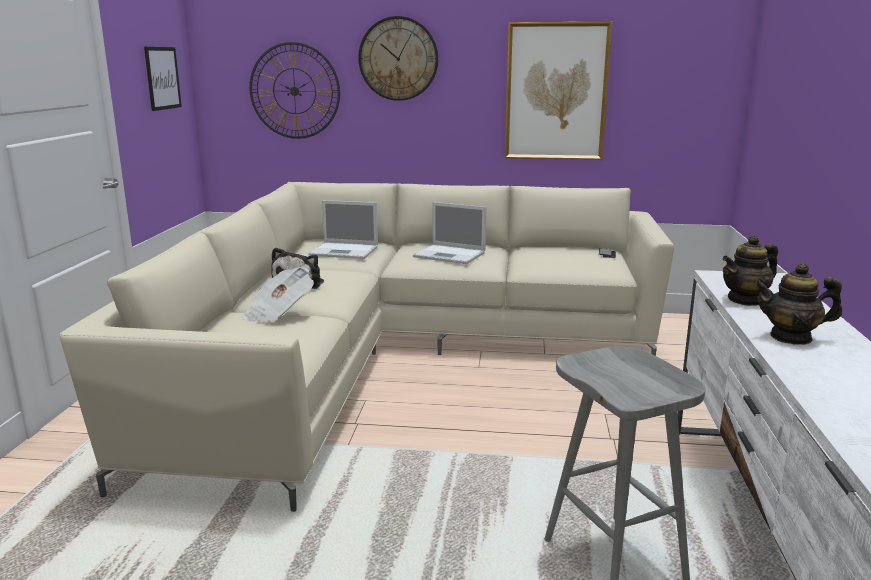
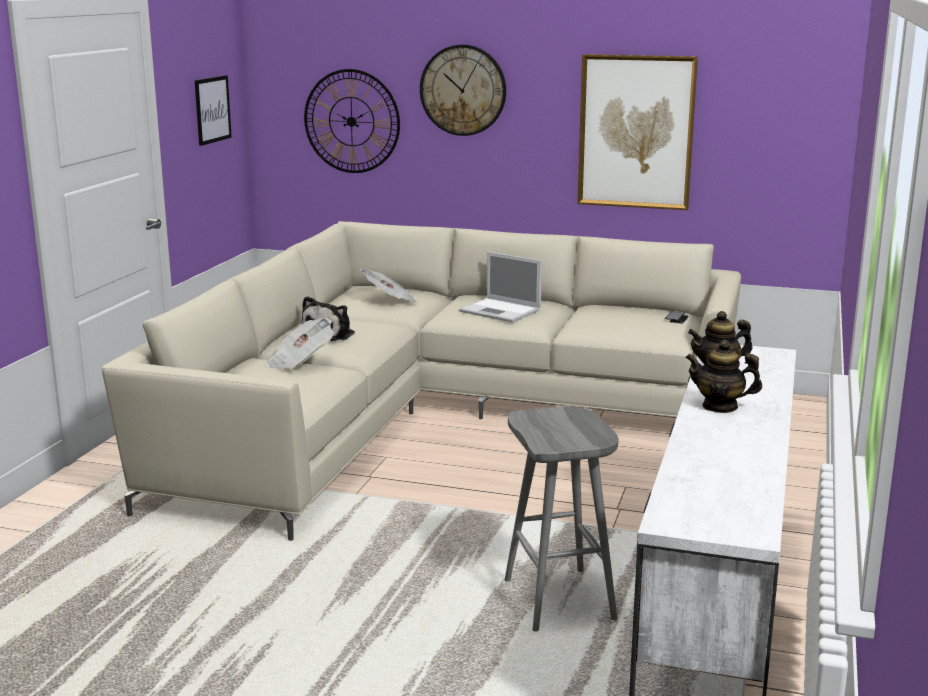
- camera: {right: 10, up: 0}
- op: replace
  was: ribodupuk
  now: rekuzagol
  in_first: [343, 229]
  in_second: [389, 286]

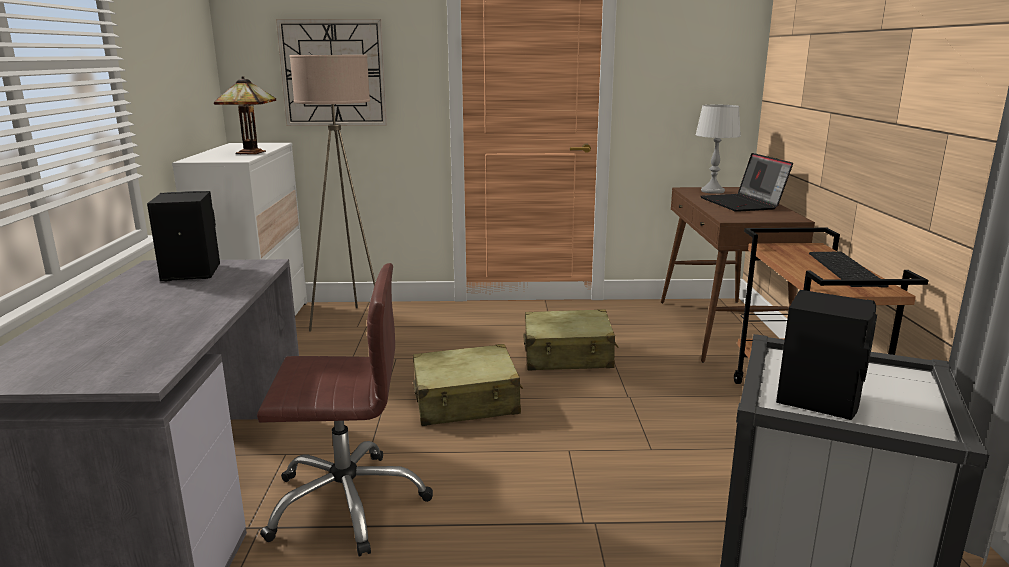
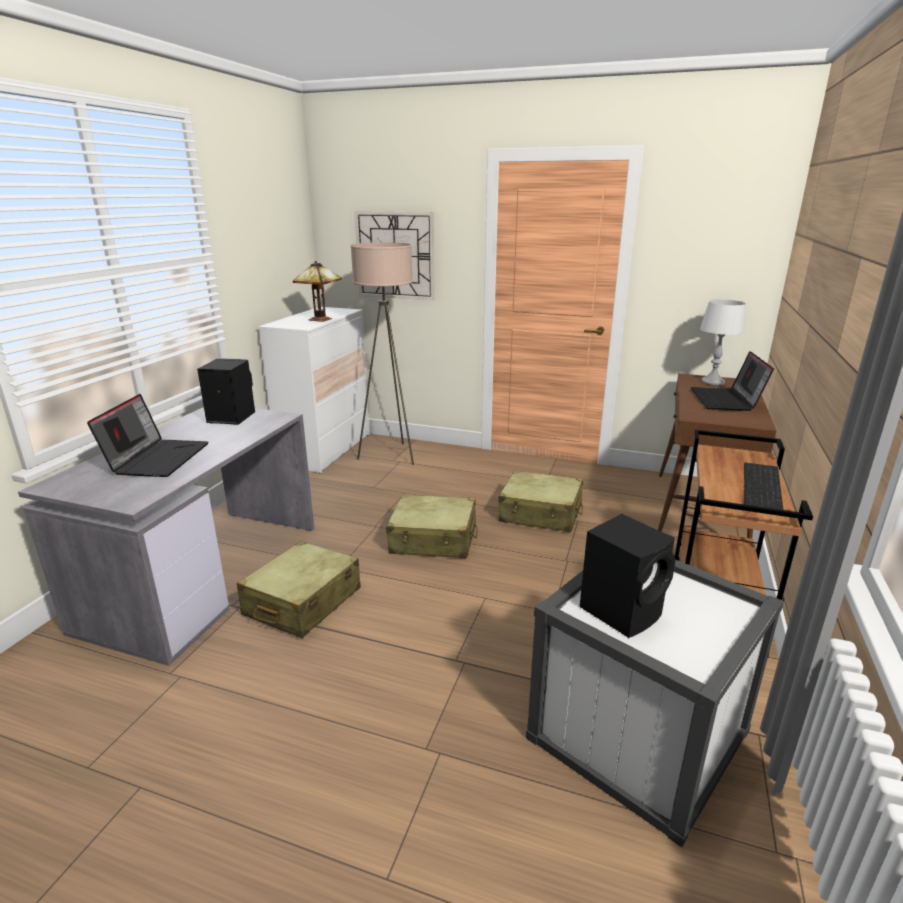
- camera: {right: 20, up: 5}
- op: insert
  now: ribodupuk
  in_second: [147, 435]
- op: replace
  was: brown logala
  now: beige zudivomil
  in_first: [345, 410]
  in_second: [299, 589]

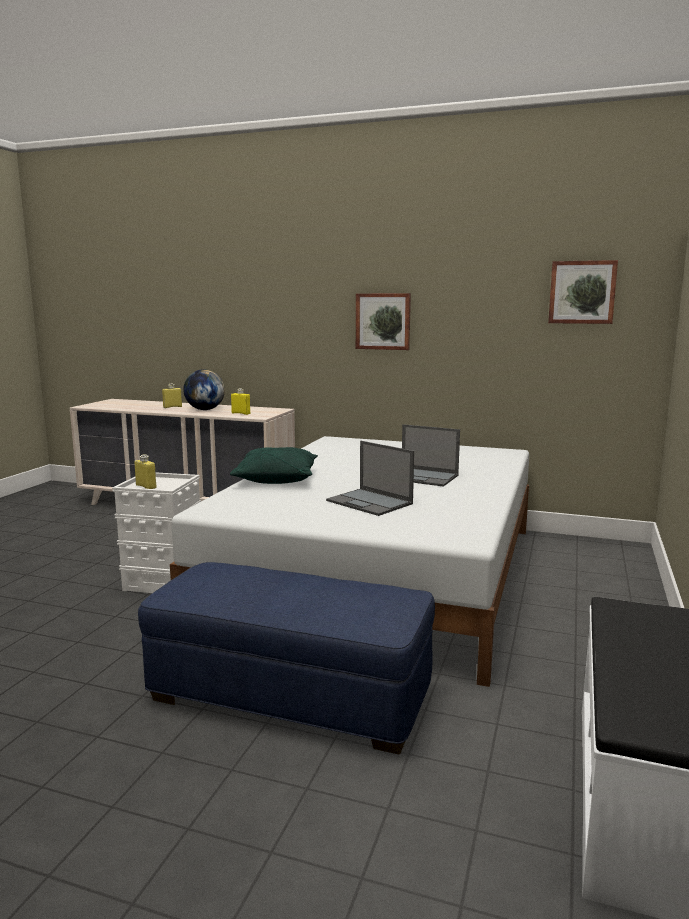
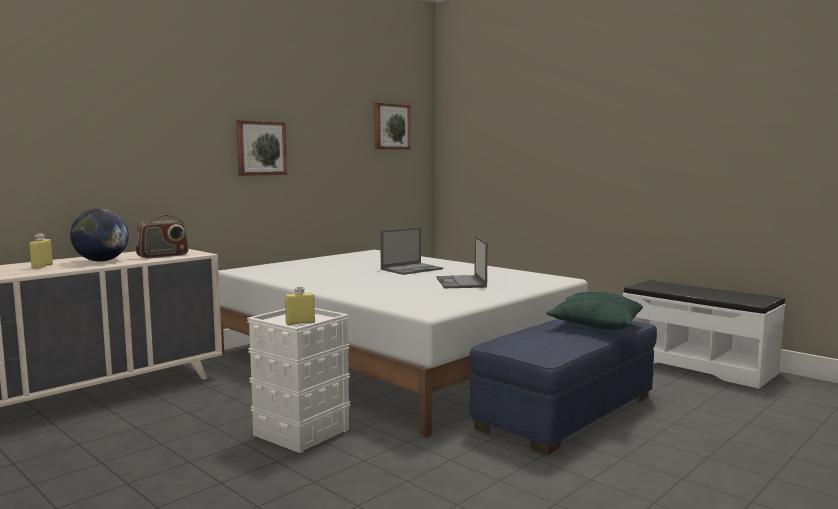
- camera: {right: -65, up: -5}
- op: move
  was: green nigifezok
  in_first: [274, 465]
  in_second: [594, 311]
- op: replace
  was: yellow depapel
  now: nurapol
  in_first: [240, 402]
  in_second: [162, 236]
- op: rotate
  was: ribodupuk
  in_first: [370, 478]
  in_second: [462, 262]
  clockwise: 105

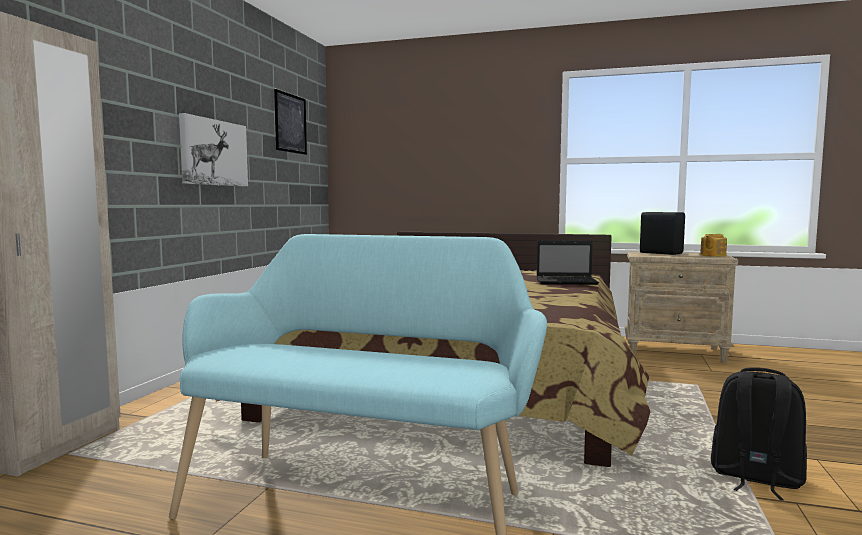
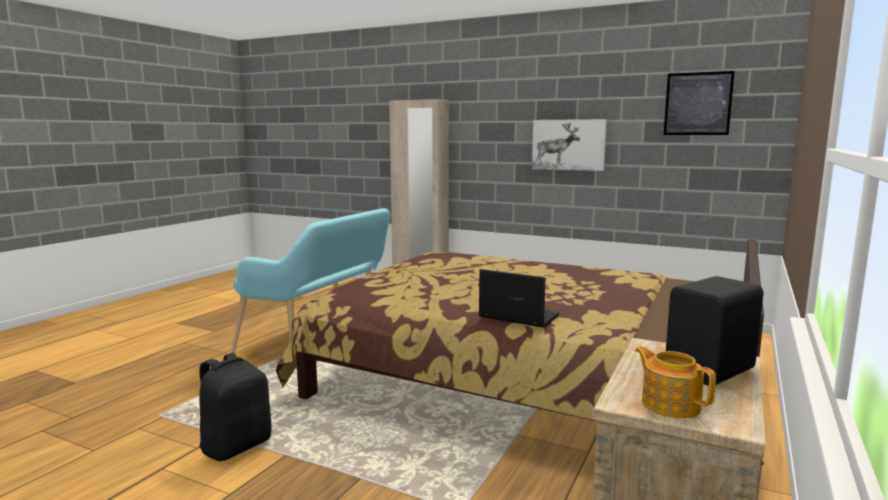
- camera: {right: 100, up: 5}
- op: rotate
  was: ribodupuk
  in_first: [568, 262]
  in_second: [519, 298]
  clockwise: 105

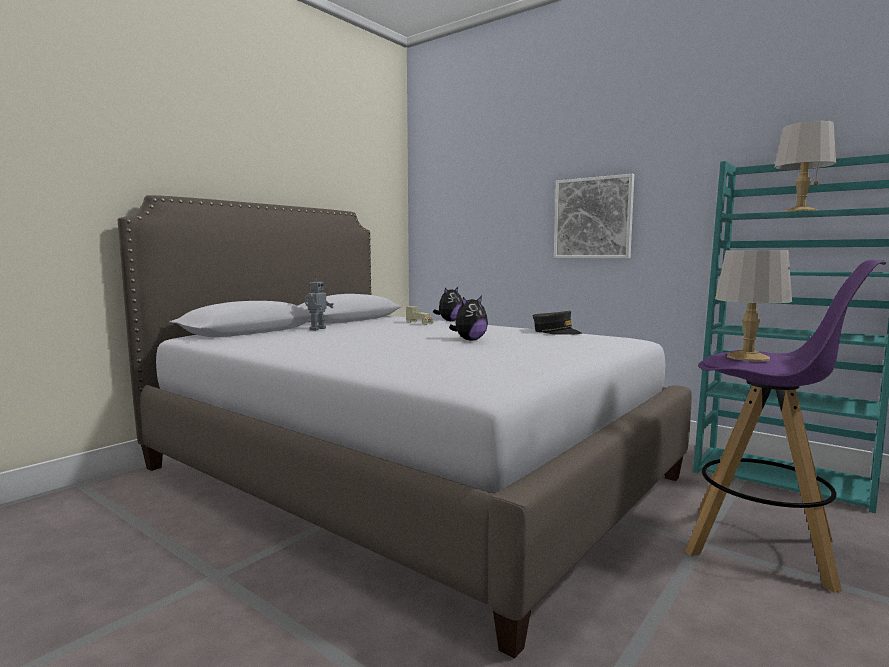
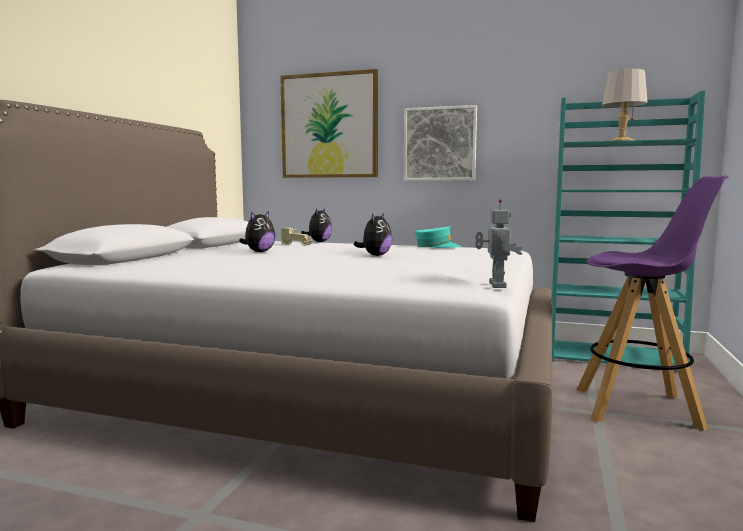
- camera: {right: -20, up: 0}
- op: delete
  was: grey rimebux
  in_first: [753, 306]
- op: insert
  now: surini
  in_second: [257, 231]
- op: insert
  now: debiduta
  in_second: [329, 123]
- op: move
  was: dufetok
  in_first: [319, 302]
  in_second: [499, 243]
- op: recolor
  was: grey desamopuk
  now: turquoise desamopuk
  in_first: [557, 323]
  in_second: [438, 237]

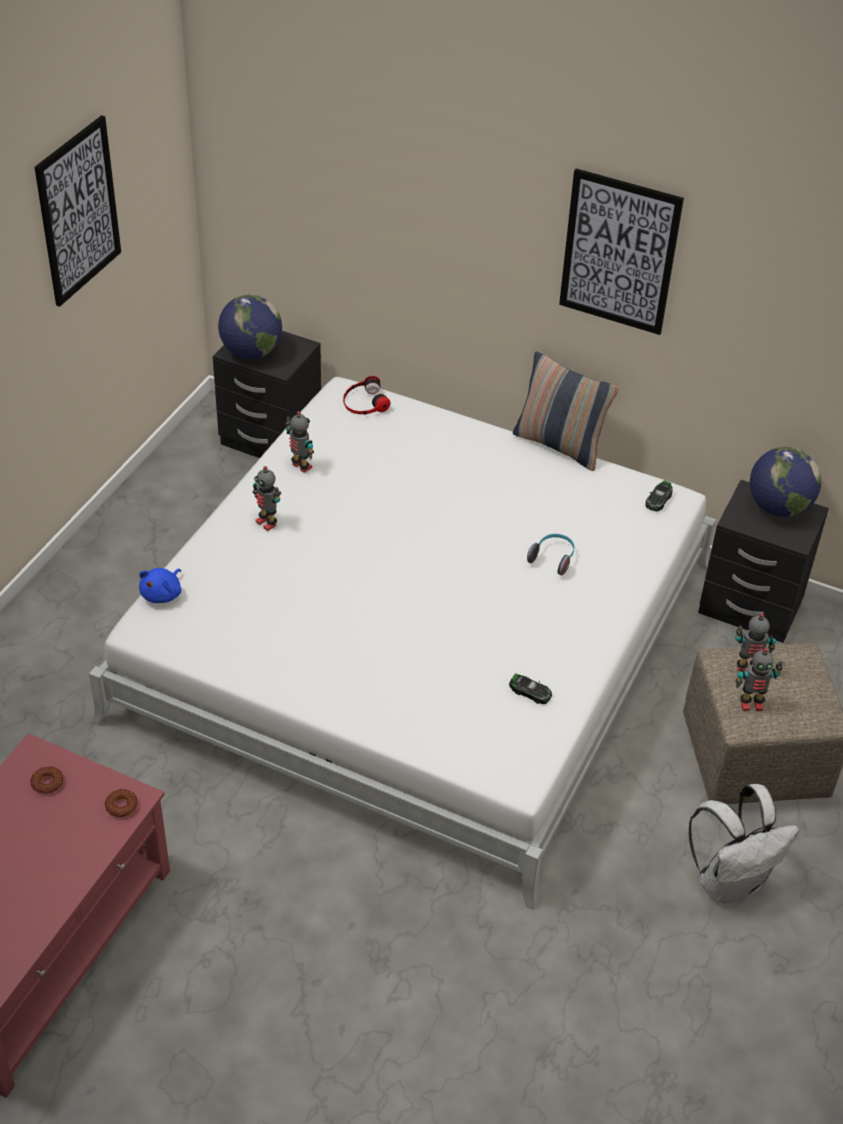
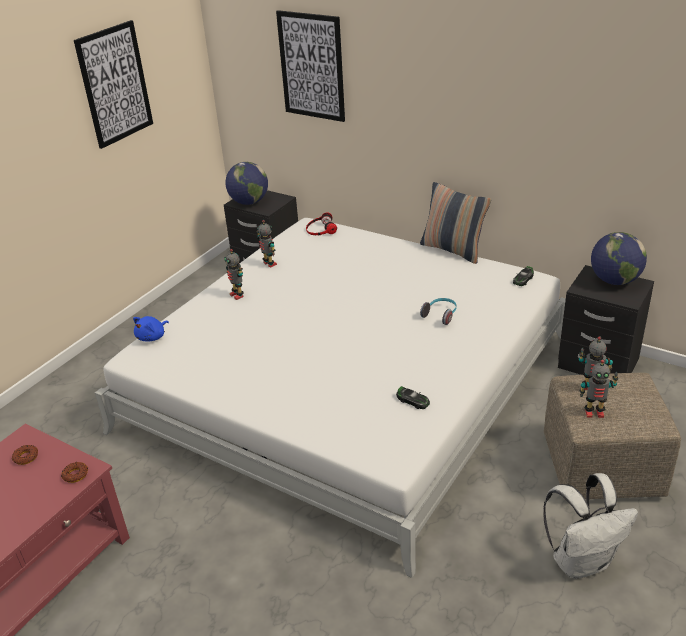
- camera: {right: 10, up: -10}
- op: move
  was: debiduta
  in_first: [621, 252]
  in_second: [310, 66]

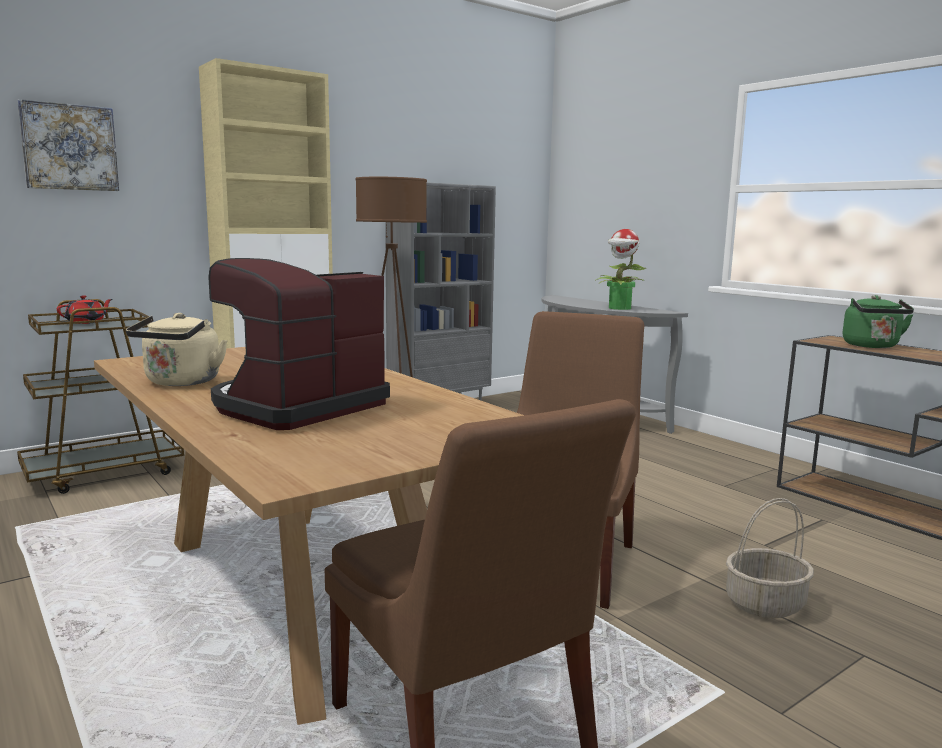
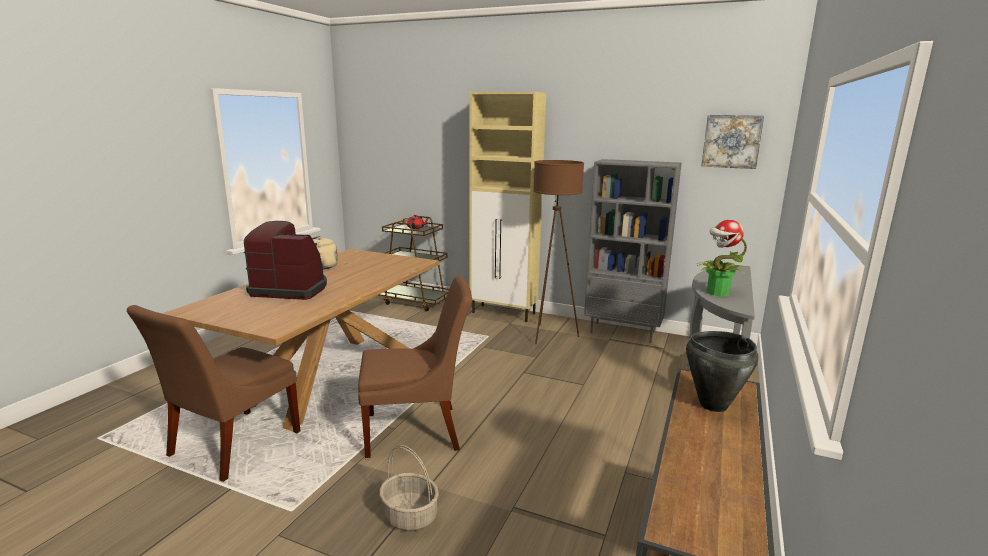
- camera: {right: 60, up: 5}
- op: move
  was: debiduta
  in_first: [68, 145]
  in_second: [732, 142]
- op: replace
  was: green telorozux
  now: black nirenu
  in_first: [878, 321]
  in_second: [722, 371]

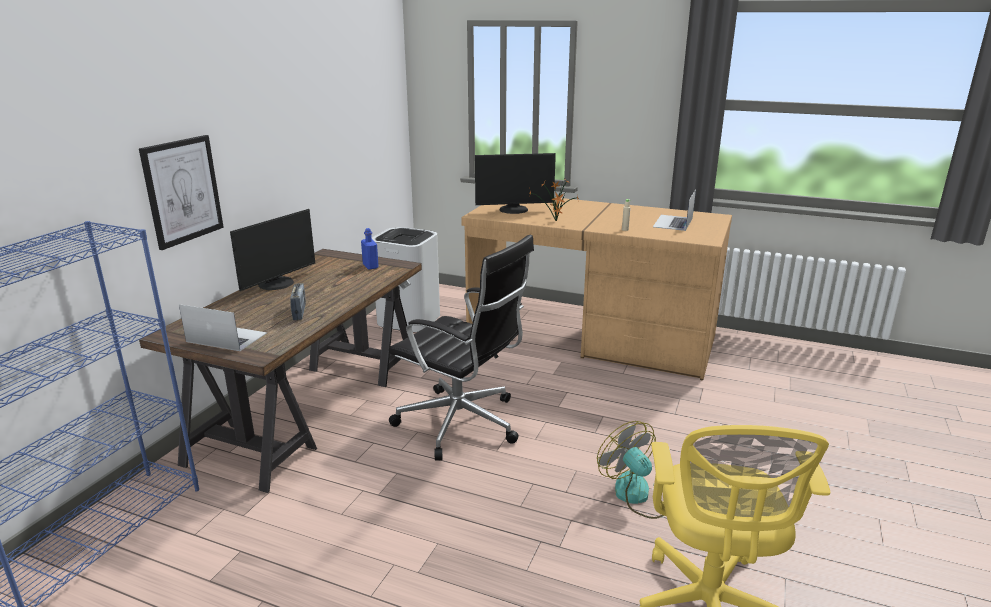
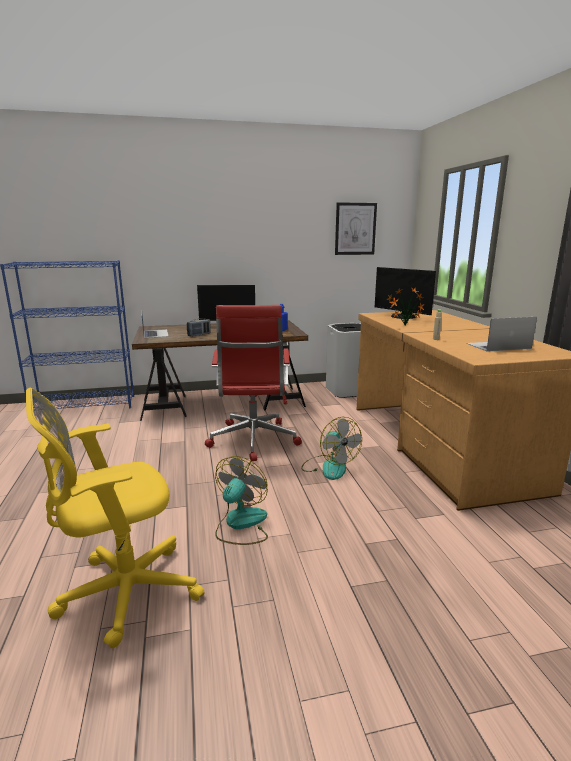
- camera: {right: 55, up: -5}
- op: insert
  now: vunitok
  in_second: [331, 448]
- op: move
  was: debiduta
  in_first: [181, 192]
  in_second: [356, 228]
- op: recolor
  was: black logala
  now: red logala
  in_first: [461, 347]
  in_second: [253, 383]

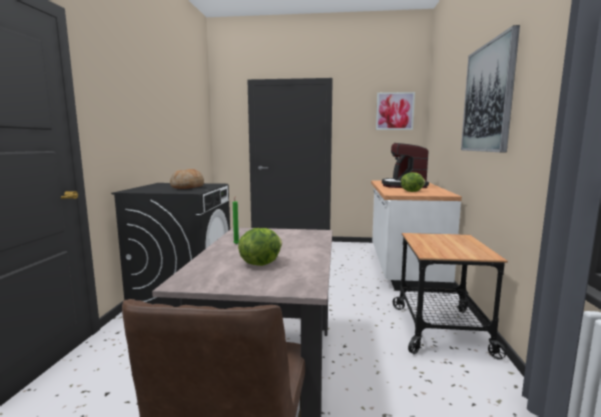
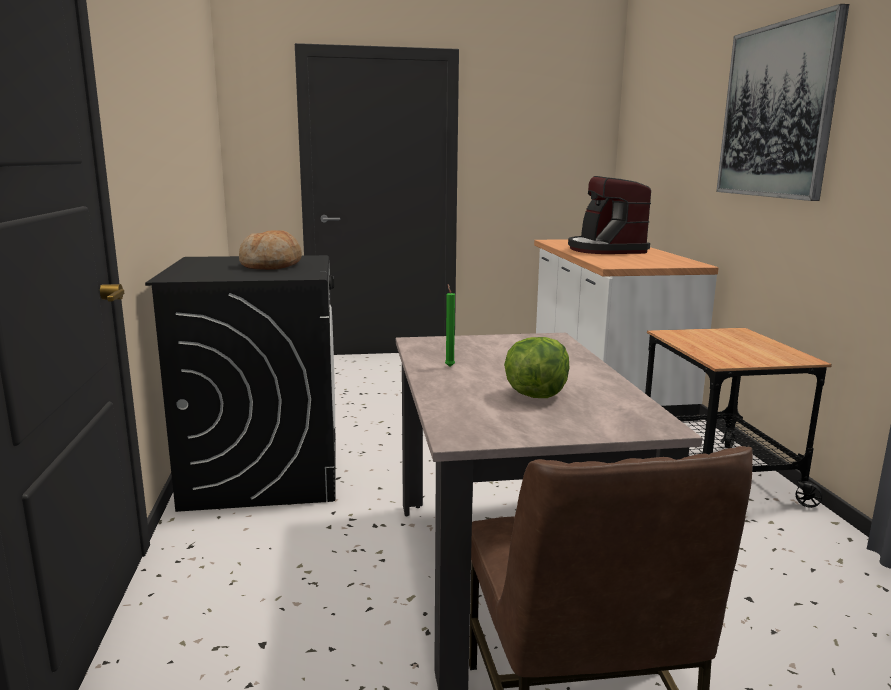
- camera: {right: -15, up: 5}
- op: delete
  was: debiduta
  in_first: [395, 111]
- op: delete
  was: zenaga
  in_first: [413, 182]

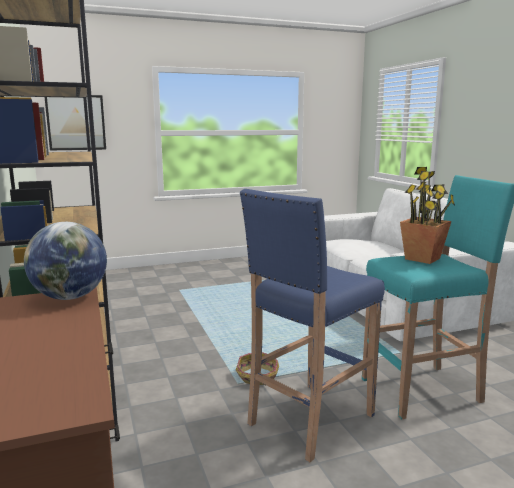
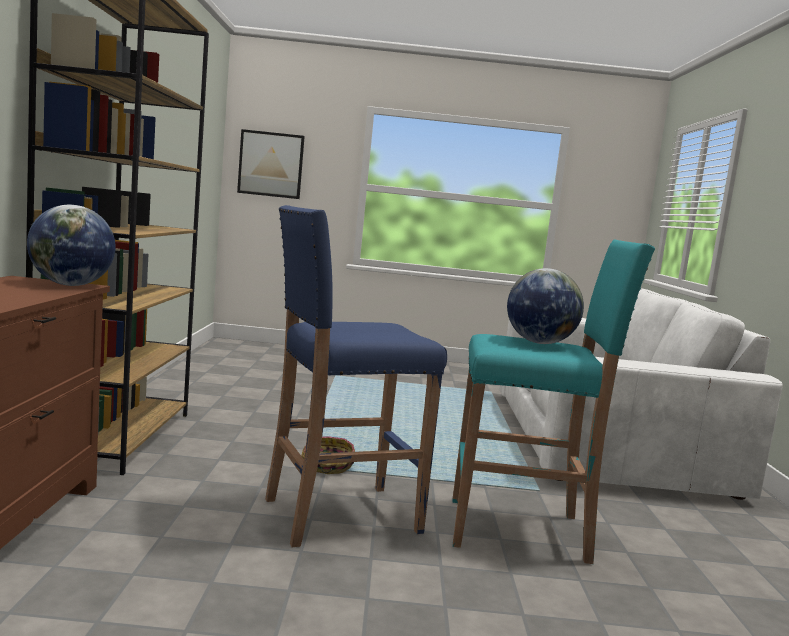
- camera: {right: 20, up: -5}
- op: replace
  was: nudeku
  now: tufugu
  in_first: [427, 215]
  in_second: [545, 306]

